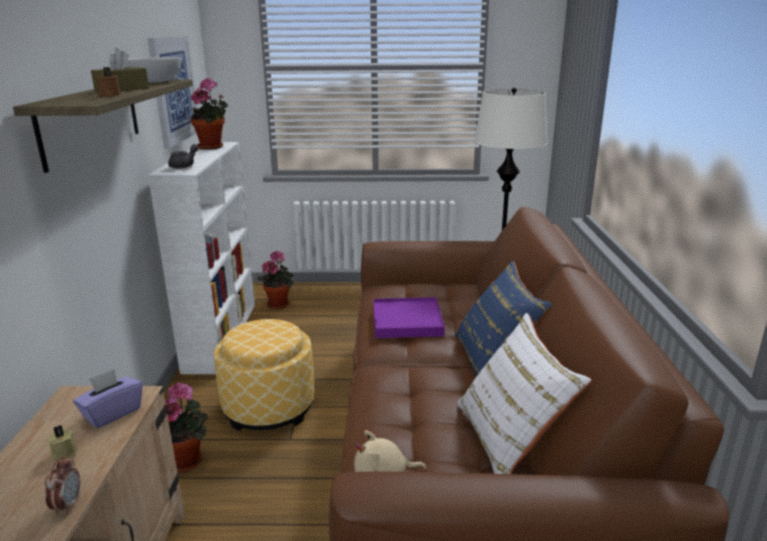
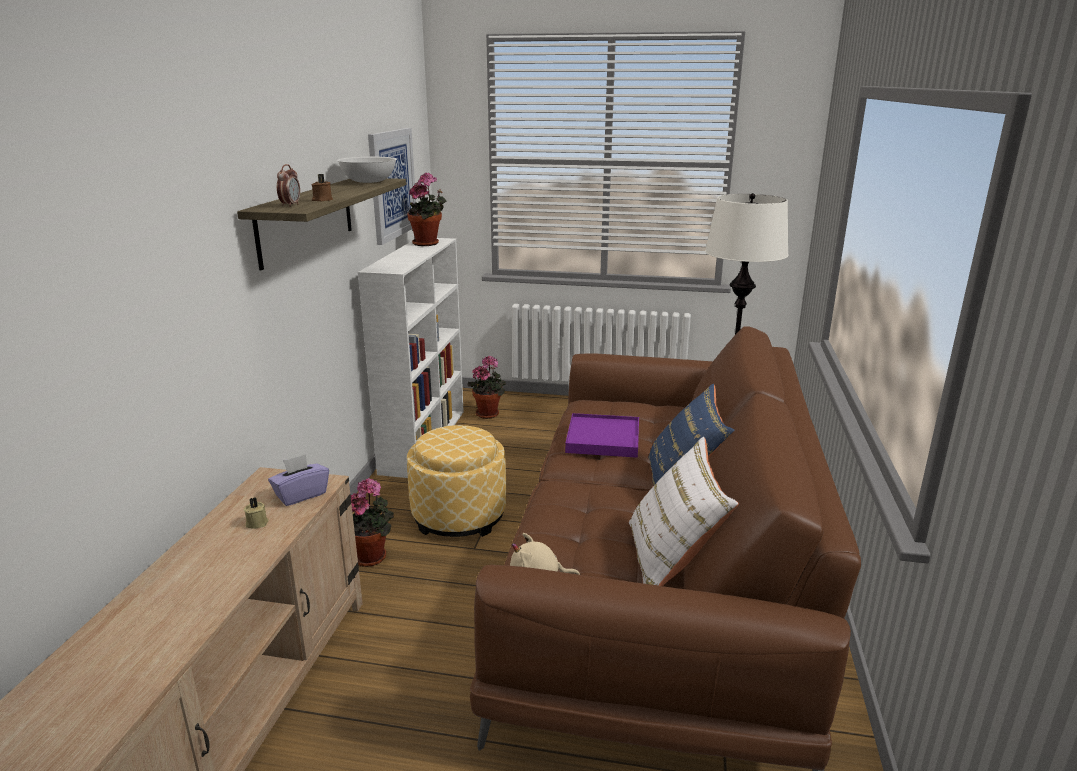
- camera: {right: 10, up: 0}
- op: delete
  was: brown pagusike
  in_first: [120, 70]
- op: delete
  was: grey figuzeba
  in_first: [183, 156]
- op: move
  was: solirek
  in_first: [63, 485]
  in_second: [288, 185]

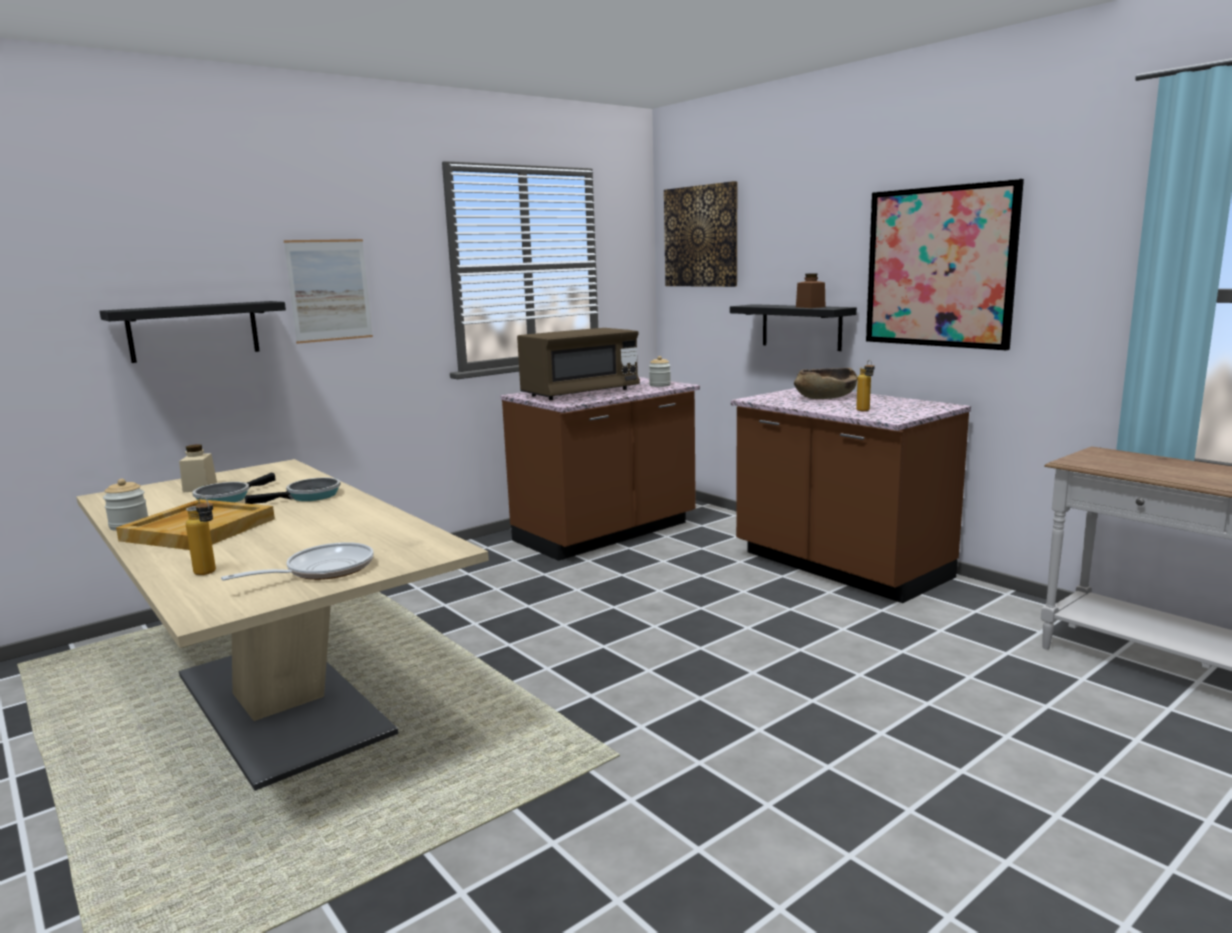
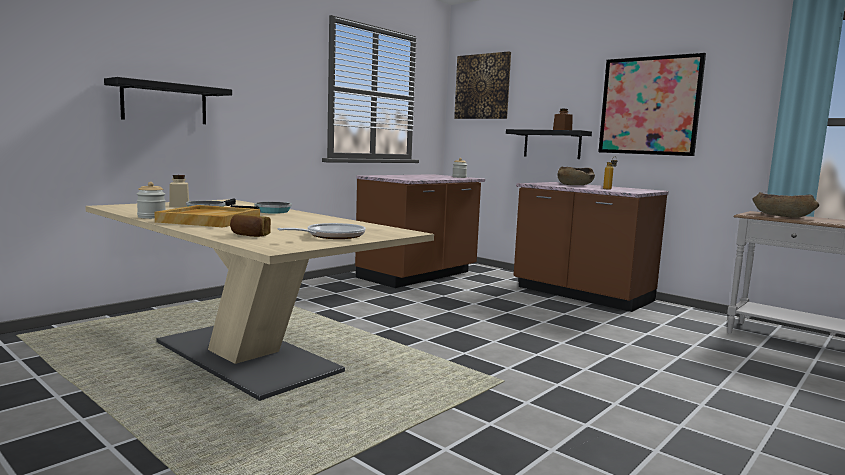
- camera: {right: -10, up: -5}
- op: delete
  was: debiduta
  in_first: [328, 291]
- op: delete
  was: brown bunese
  in_first: [578, 364]
- op: insert
  now: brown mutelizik
  in_second: [786, 205]
- op: replace
  was: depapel
  now: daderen
  in_first: [201, 535]
  in_second: [250, 225]

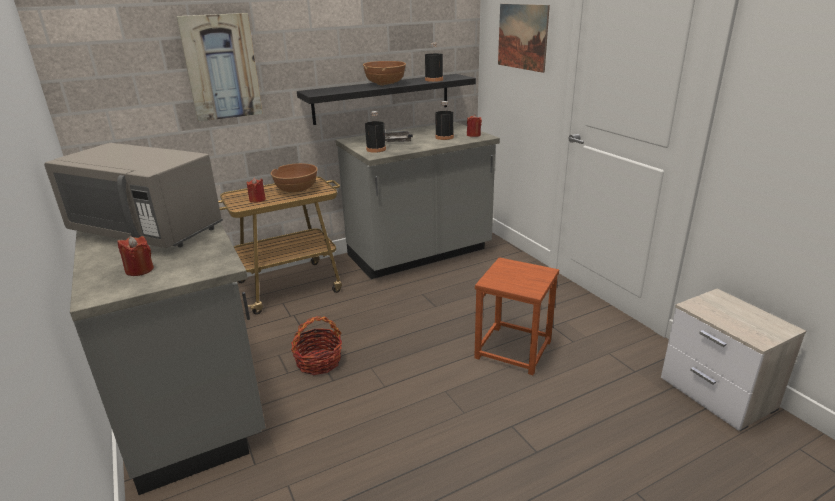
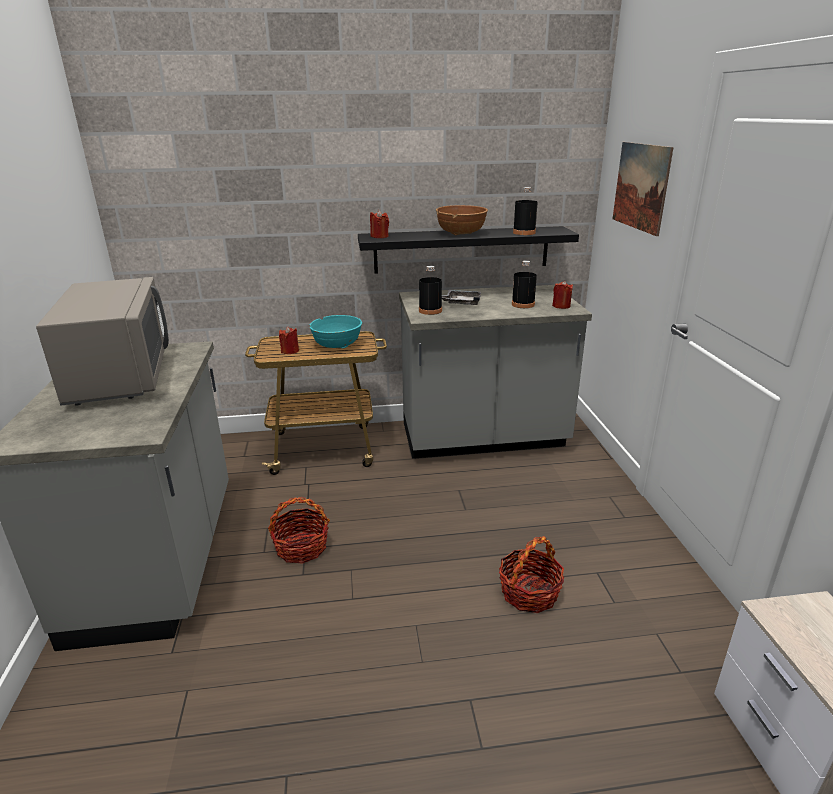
- camera: {right: 20, up: 0}
- op: delete
  was: debiduta
  in_first: [219, 67]
- op: move
  was: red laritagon
  in_first: [135, 256]
  in_second: [379, 224]
- op: replace
  was: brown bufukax
  now: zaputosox
  in_first: [516, 316]
  in_second: [531, 574]
- op: recolor
  was: brown mutelizik
  now: turquoise mutelizik
  in_first: [294, 177]
  in_second: [335, 332]
- op: rotate
  was: grey bunese
  in_first: [133, 195]
  in_second: [102, 341]
  clockwise: -150

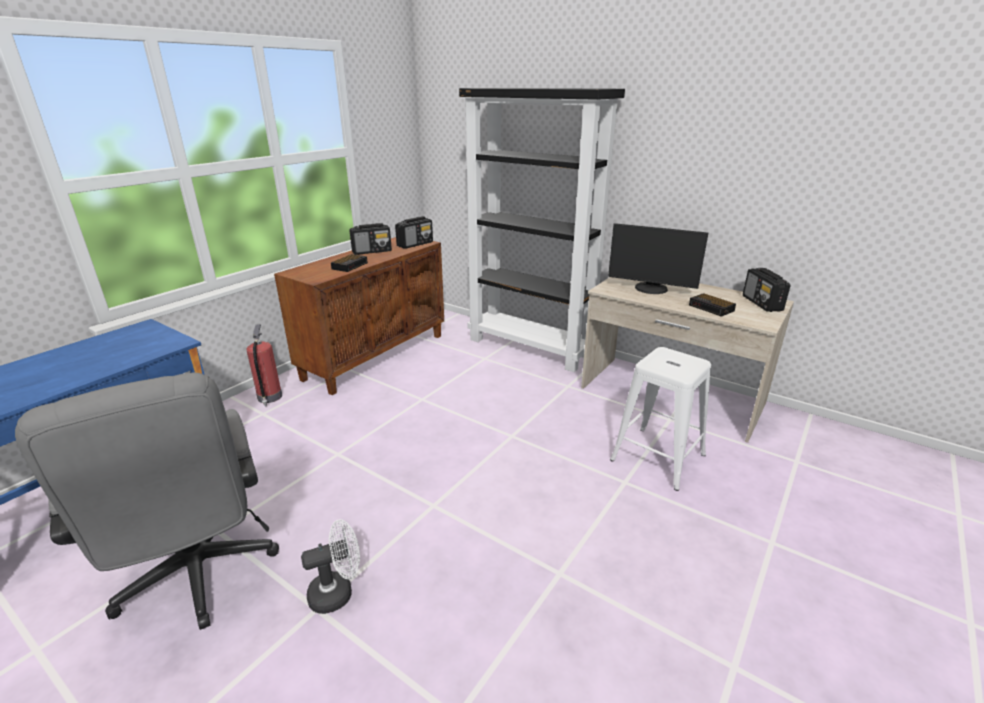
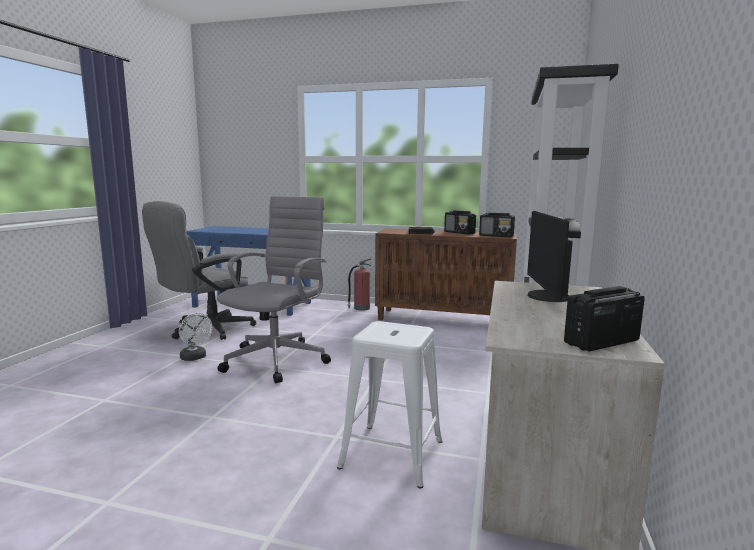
- camera: {right: 70, up: -15}
- op: delete
  was: solirek
  in_first: [712, 305]
- op: insert
  now: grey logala
  in_second: [274, 289]

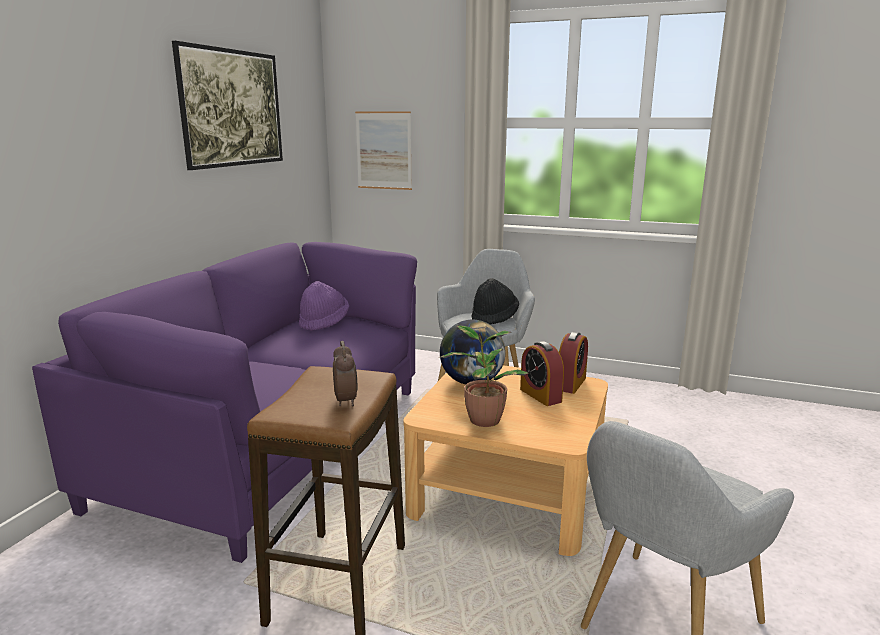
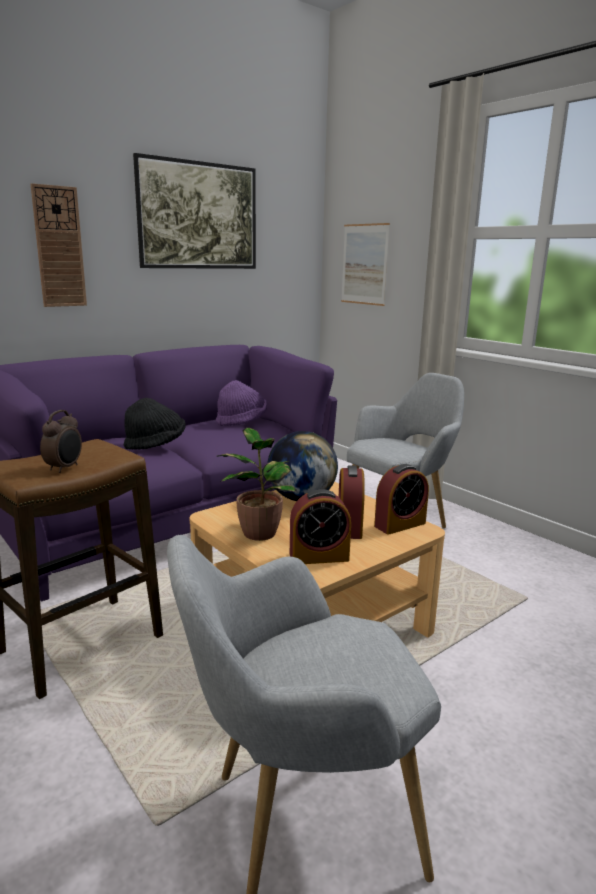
- camera: {right: 30, up: 0}
- op: insert
  now: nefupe
  in_second: [59, 245]
- op: insert
  now: solirek
  in_second: [320, 526]
- op: move
  was: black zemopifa
  in_first: [495, 301]
  in_second: [155, 424]

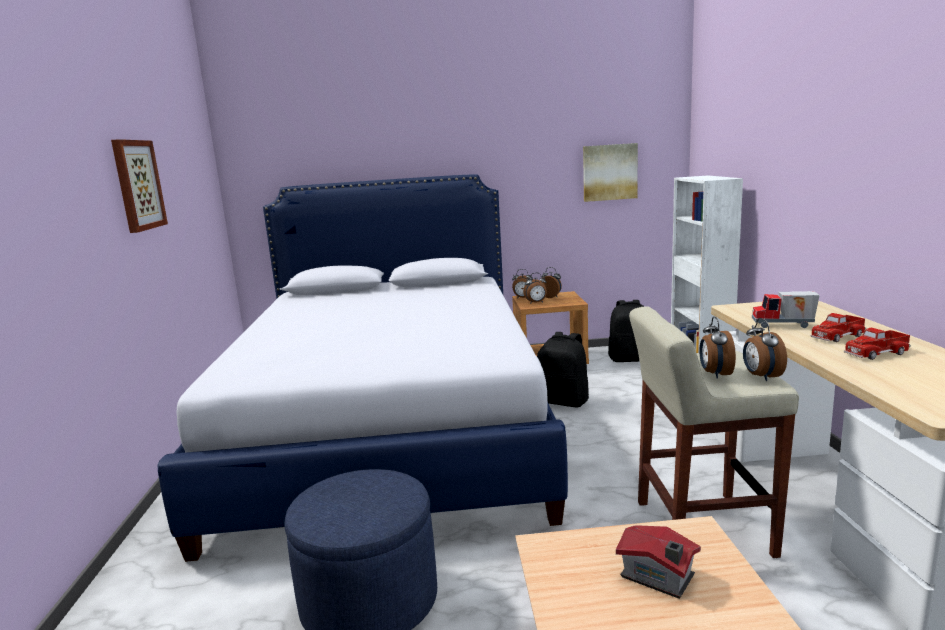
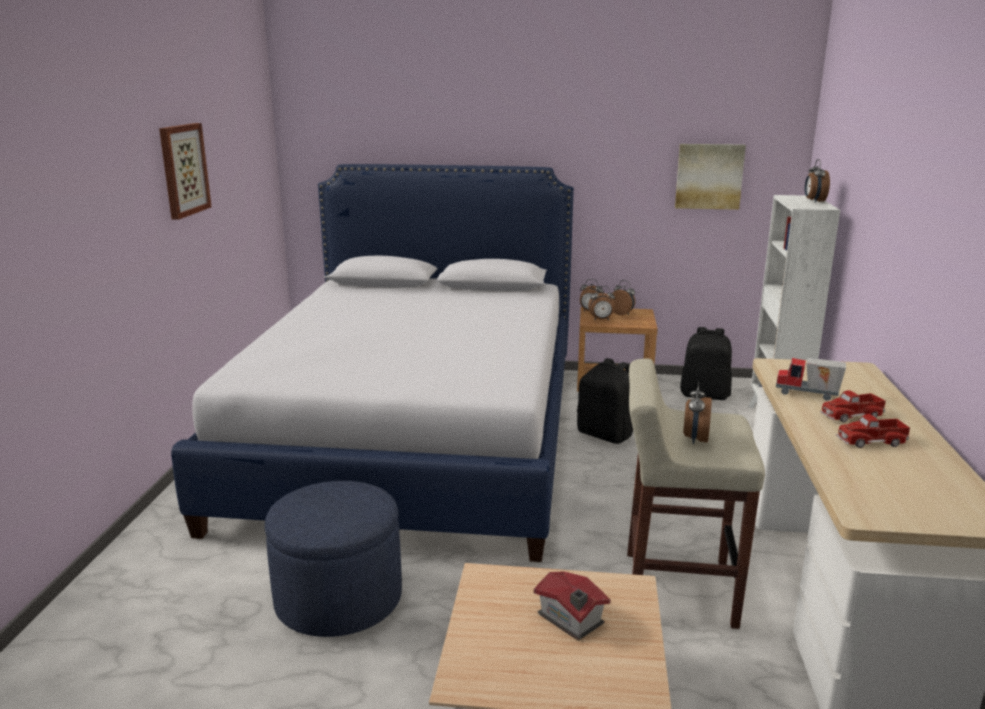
- camera: {right: 10, up: 5}
- op: move
  was: solirek
  in_first: [765, 349]
  in_second: [817, 181]

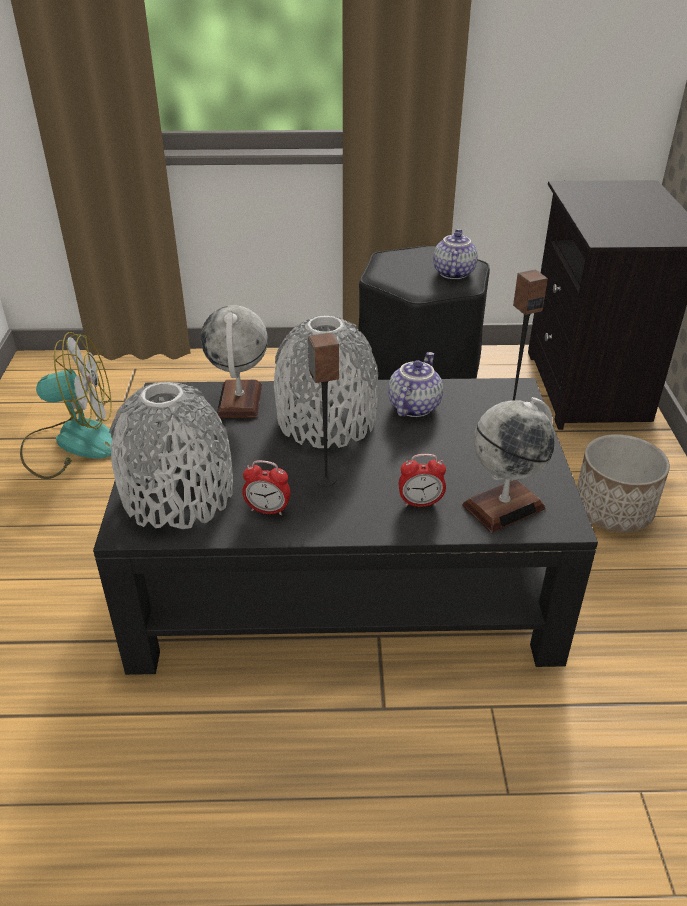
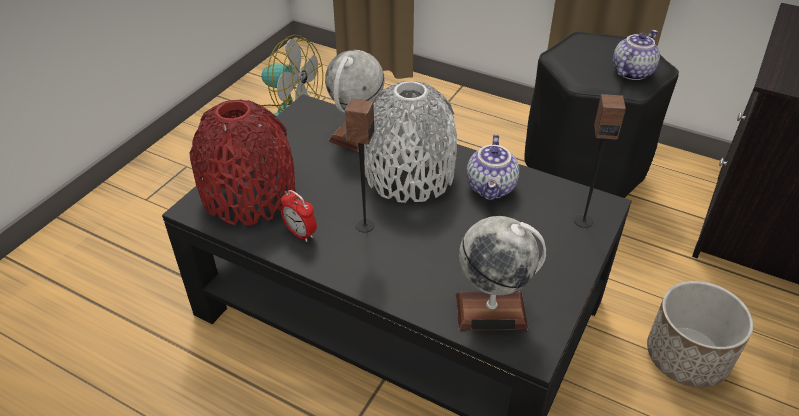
- camera: {right: 30, up: 5}
- op: delete
  was: solirek
  in_first: [422, 480]
- op: recolor
  was: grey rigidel
  now: red rigidel
  in_first: [171, 455]
  in_second: [242, 163]
- op: rotate
  was: figuzeba
  in_first: [415, 384]
  in_second: [492, 167]
  clockwise: 135

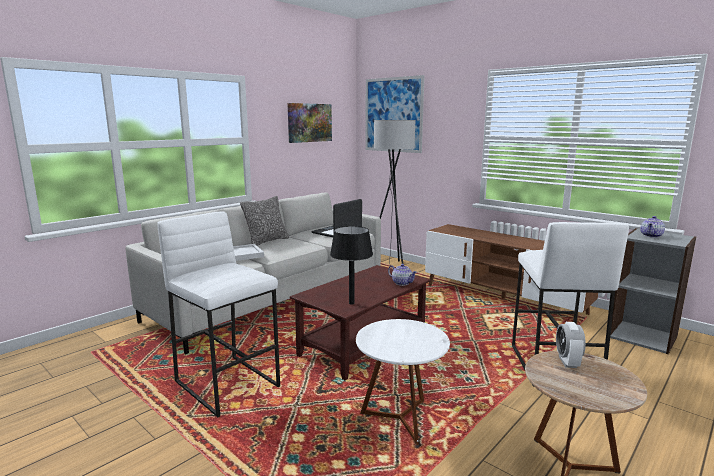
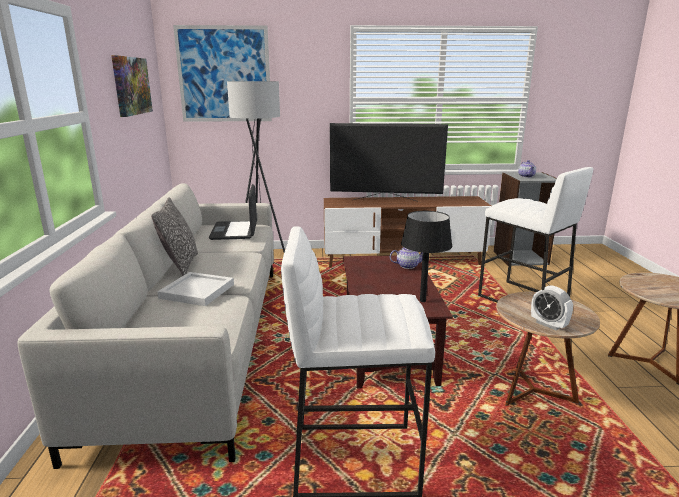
- camera: {right: -45, up: 5}
- op: insert
  now: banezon
  in_second: [389, 162]
- op: move
  was: solirek
  in_first: [571, 345]
  in_second: [552, 308]
- op: recolor
  was: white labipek
  now: brown labipek
  in_first: [403, 382]
  in_second: [548, 349]

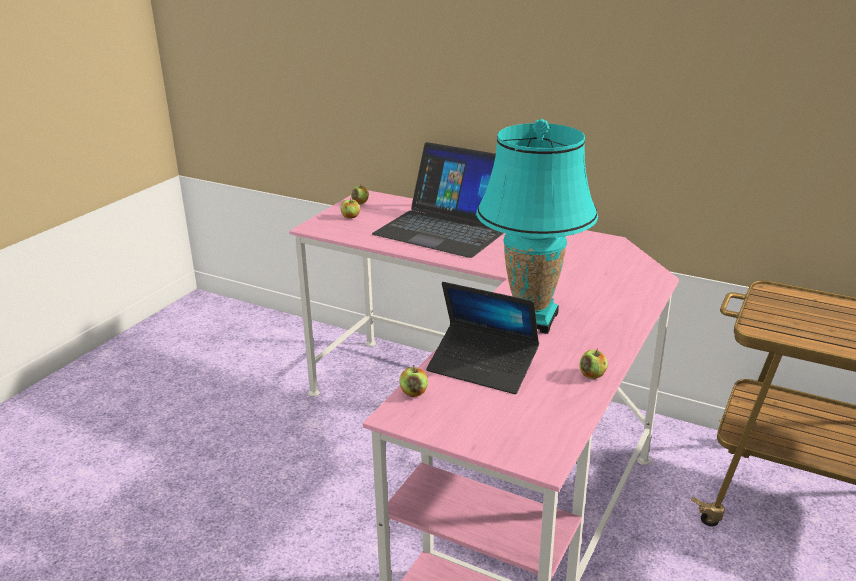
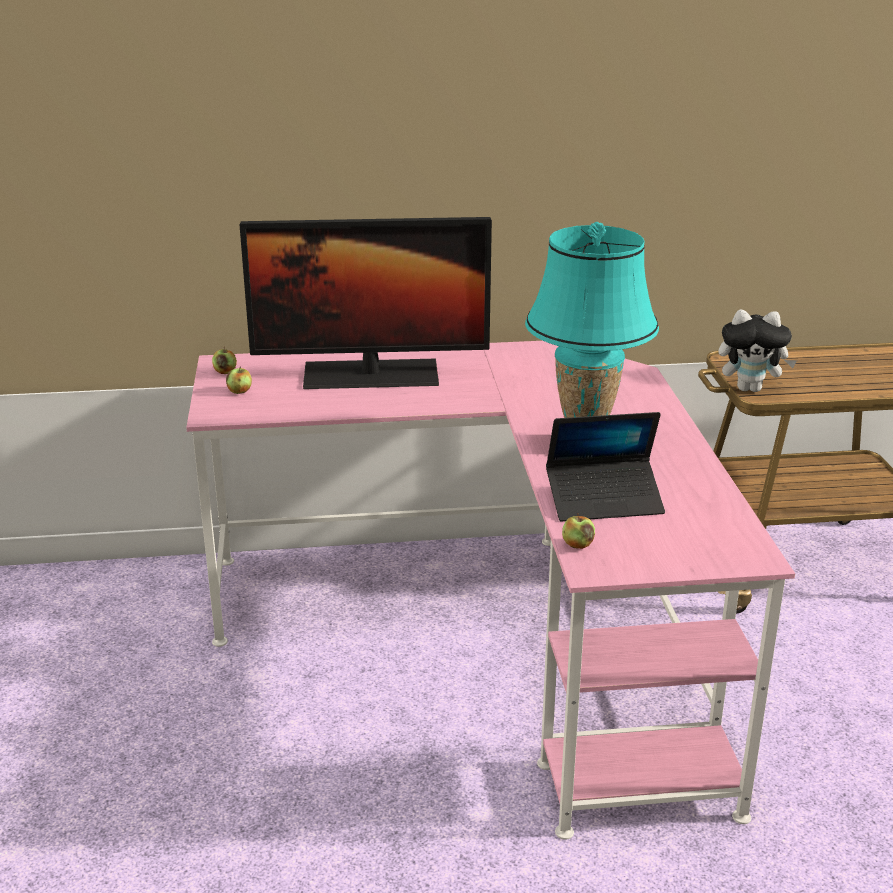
- camera: {right: -35, up: 0}
- op: delete
  was: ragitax
  in_first: [593, 364]
- op: insert
  now: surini
  in_second: [757, 351]
- op: replace
  was: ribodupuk
  now: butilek
  in_first: [438, 200]
  in_second: [366, 303]

